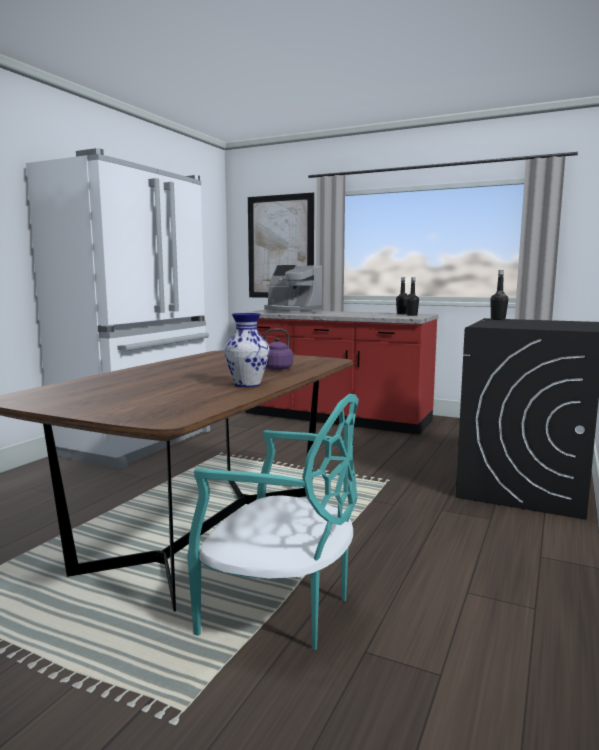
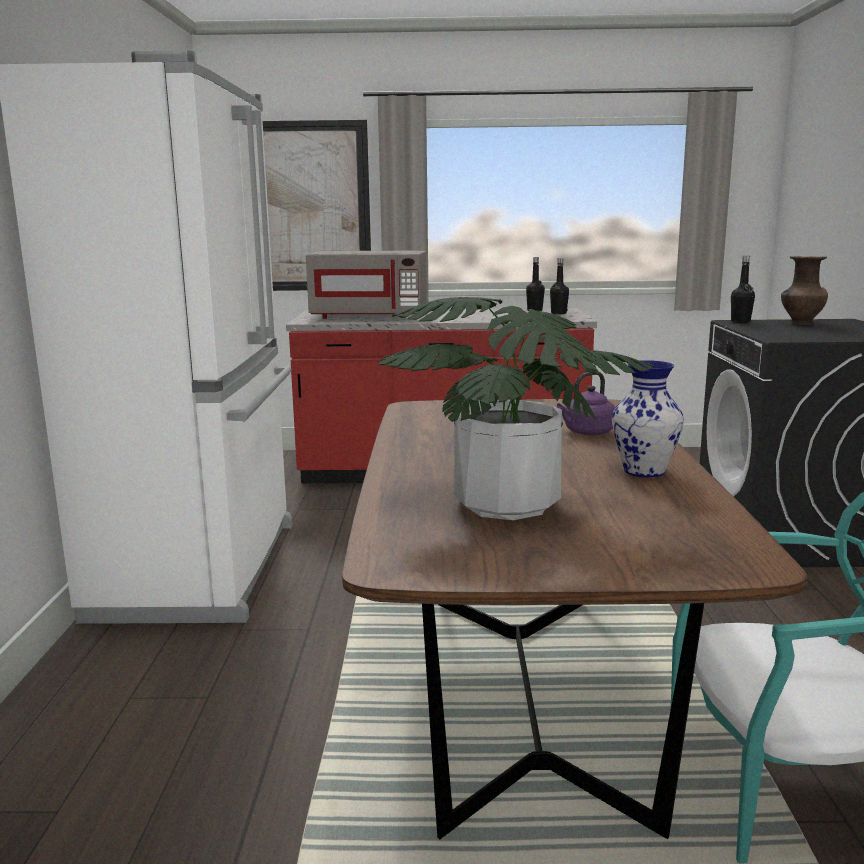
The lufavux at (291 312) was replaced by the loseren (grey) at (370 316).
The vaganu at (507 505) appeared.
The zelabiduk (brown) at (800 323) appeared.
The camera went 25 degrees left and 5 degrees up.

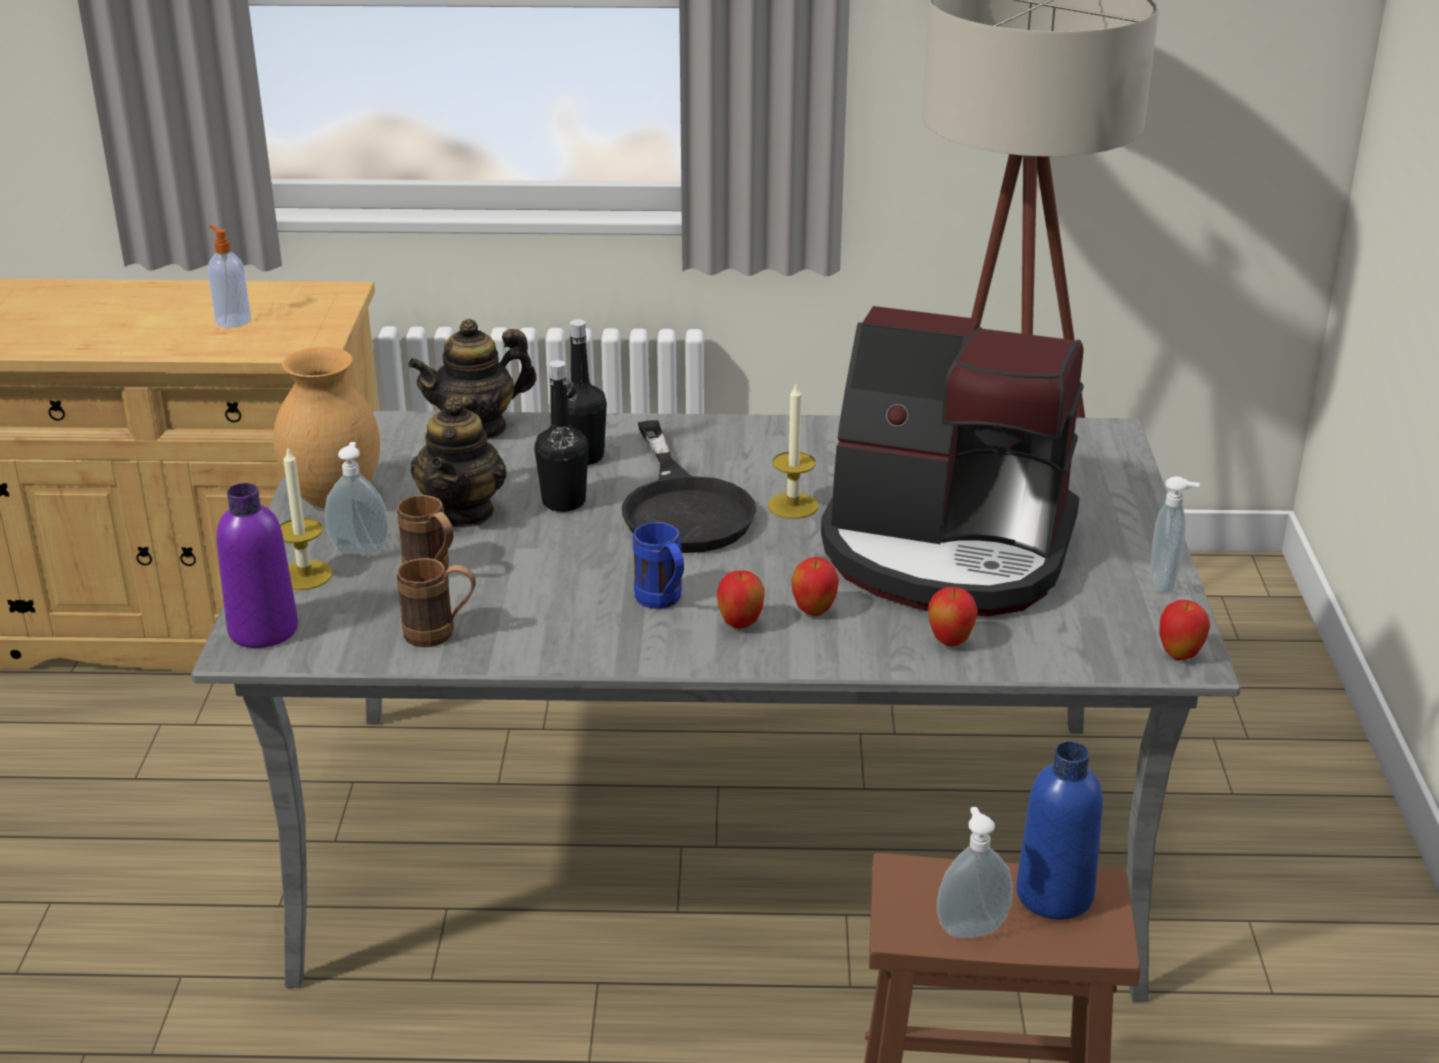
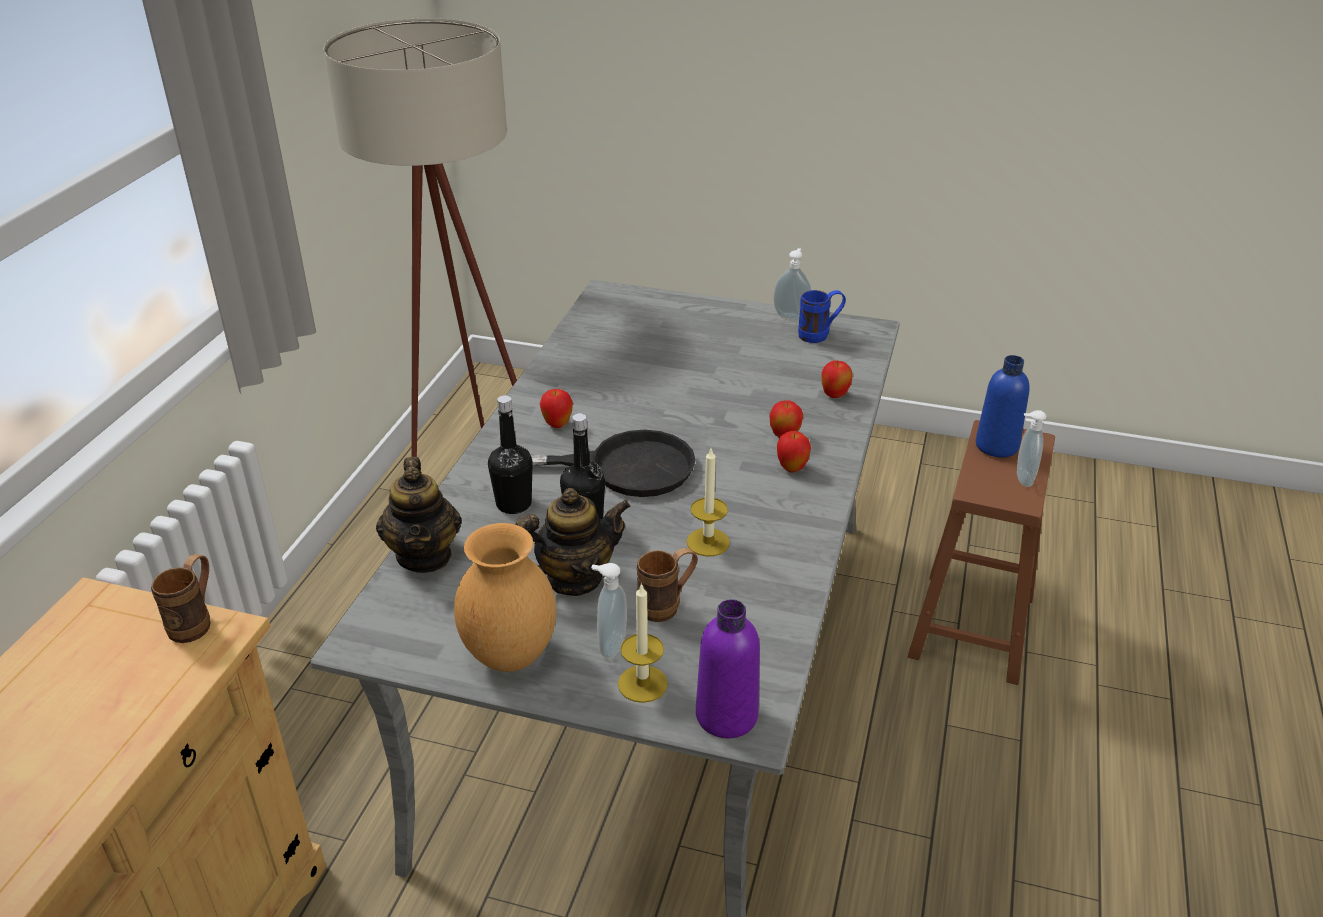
The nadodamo at (232 320) disappeared.
The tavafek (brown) moved from (440 635) to (196 621).
The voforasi at (463 511) turned 45 degrees counterclockwise.
The tavafek (blue) moved from (663 602) to (820 335).
The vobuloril moved from (793 505) to (708 542).
The lufavux at (947 550) disappeared.
The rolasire moved from (1179 655) to (557 424).
The camera went 75 degrees left and 5 degrees up.

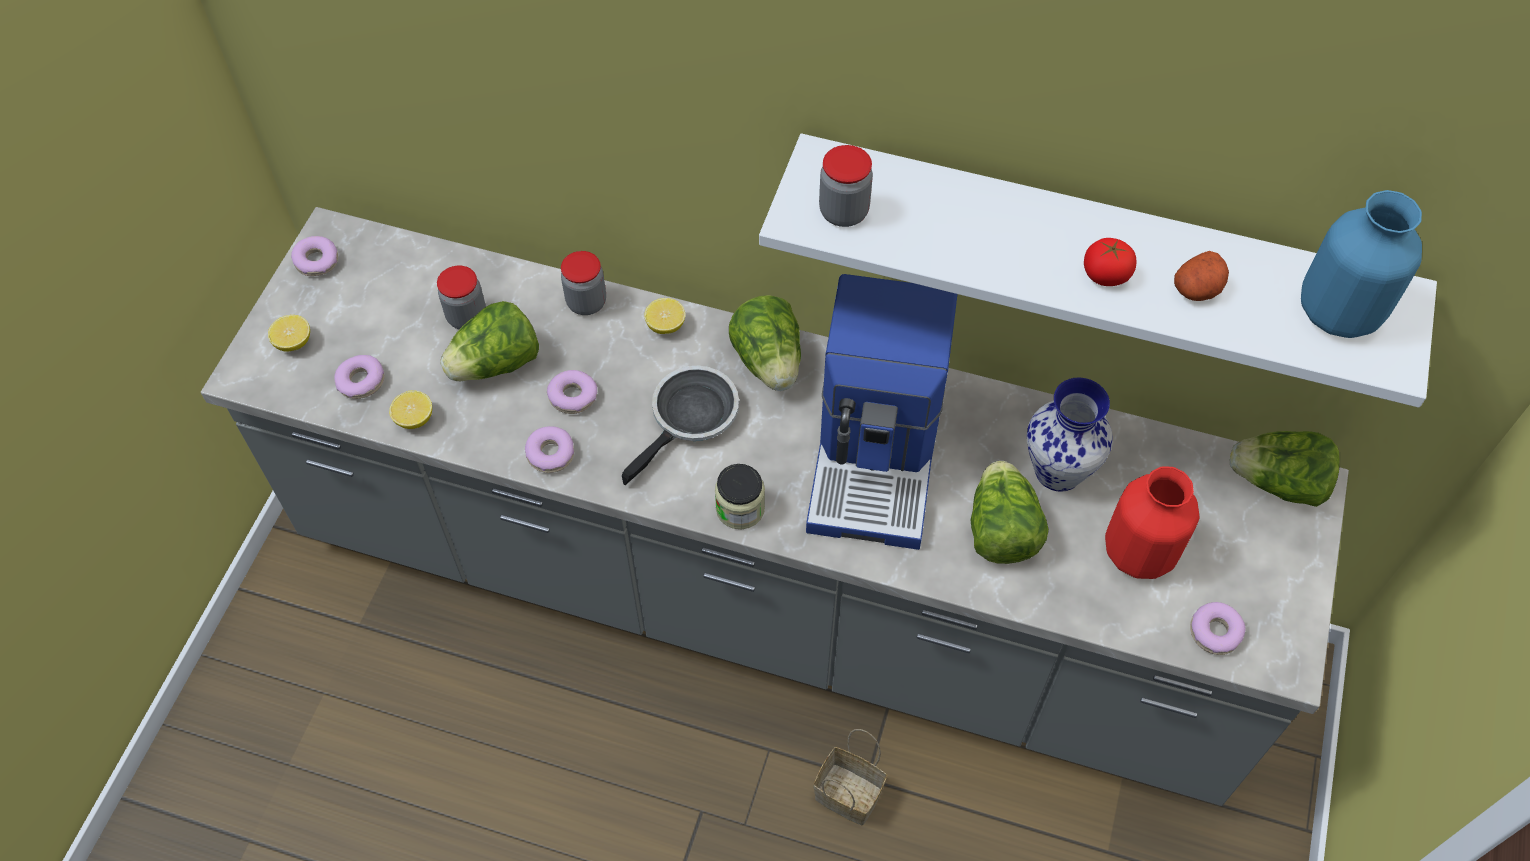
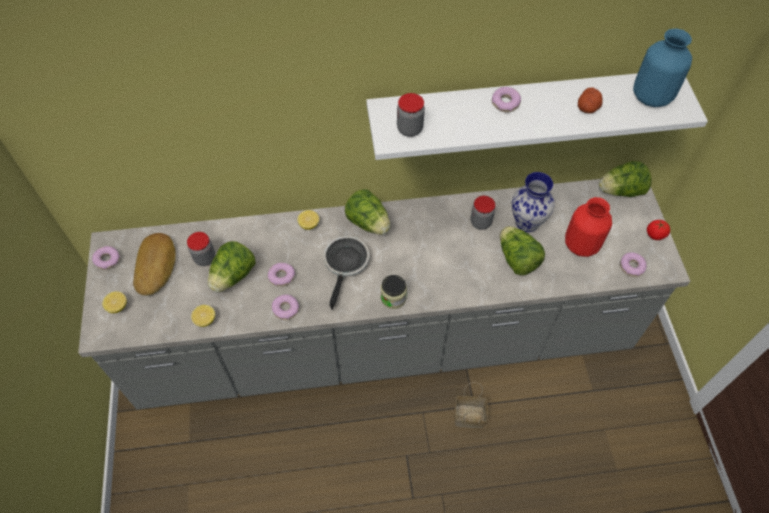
The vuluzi moved from (361 381) to (505 103).
The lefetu moved from (586 302) to (480 222).
The lufavux at (878 456) disappeared.
The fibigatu moved from (1105 275) to (655 235).
The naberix at (156 266) appeared.
The camera went 25 degrees left and 0 degrees up.

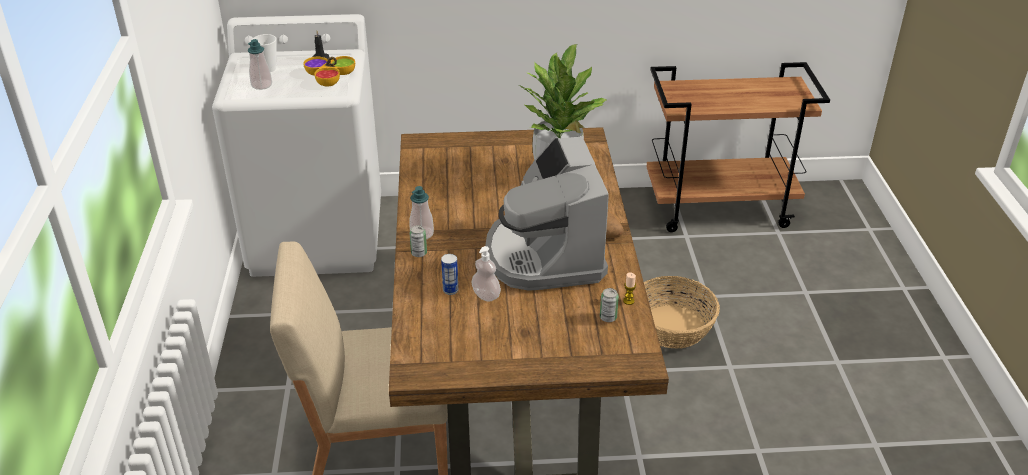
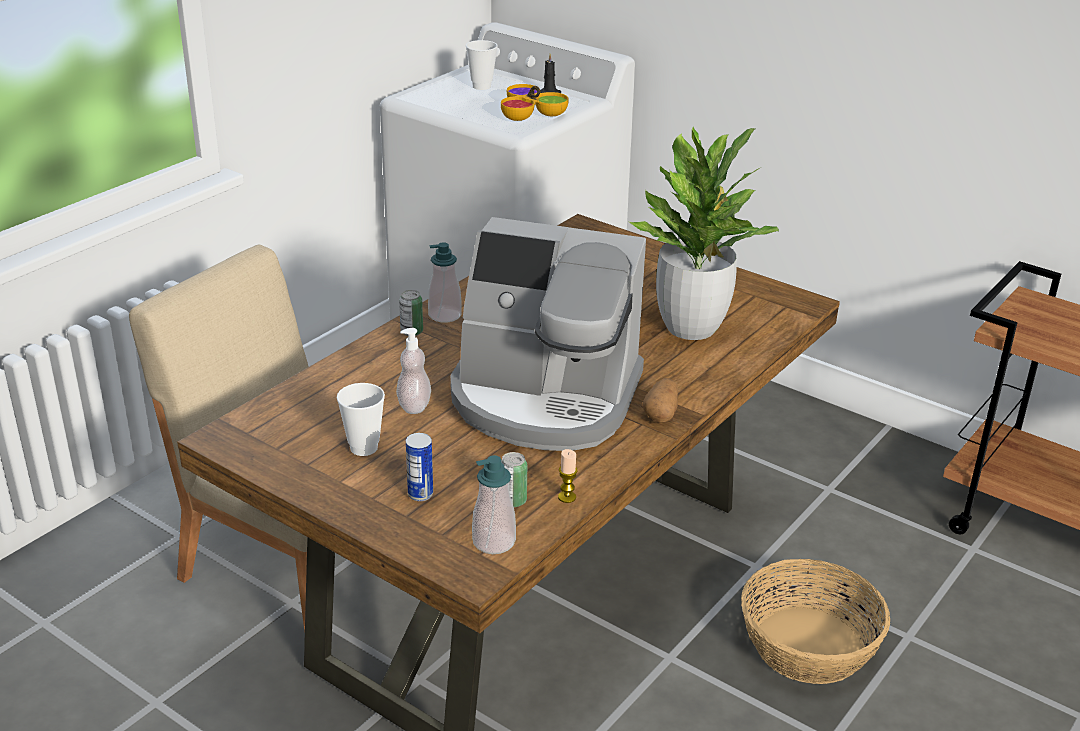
The nadodamo moved from (261 85) to (494 542).
The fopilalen moved from (450 290) to (420 494).
The lufavux at (545 255) turned 105 degrees counterclockwise.
The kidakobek at (364 448) appeared.
The camera went 40 degrees right and 5 degrees down.

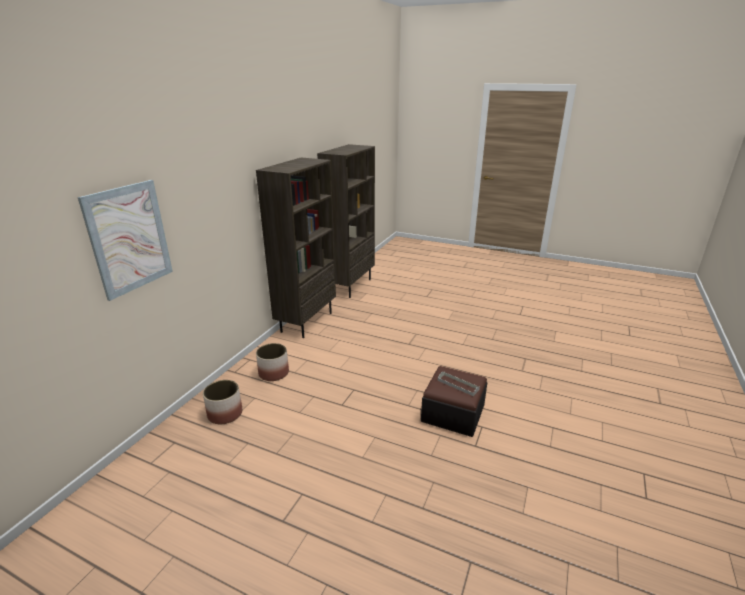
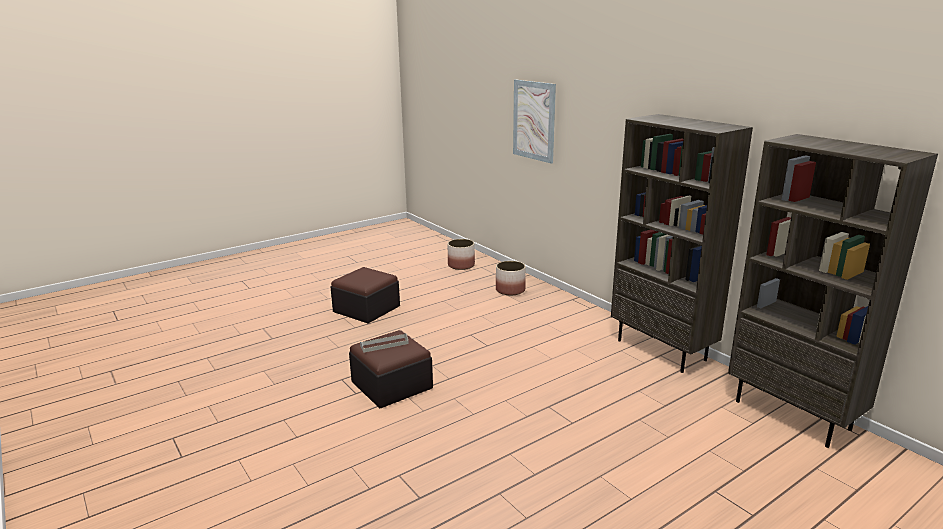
The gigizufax moved from (273 373) to (461 265).
The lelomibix at (366 309) appeared.
The camera went 120 degrees right and 5 degrees down.

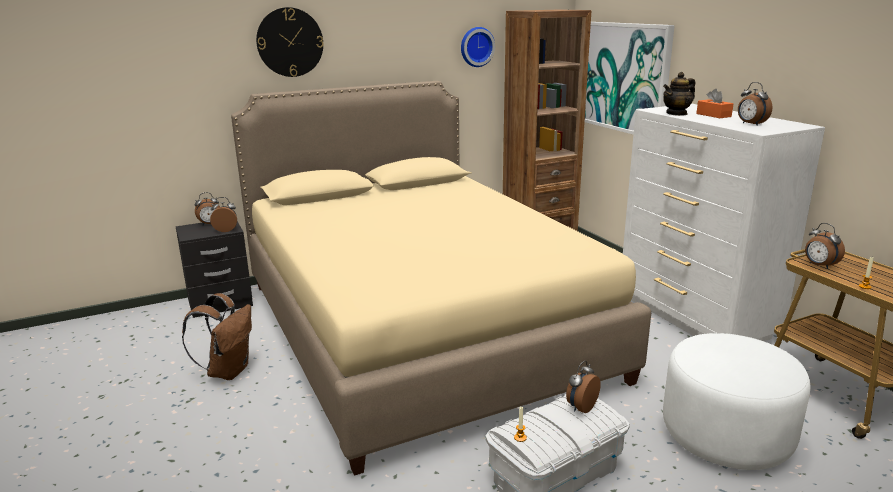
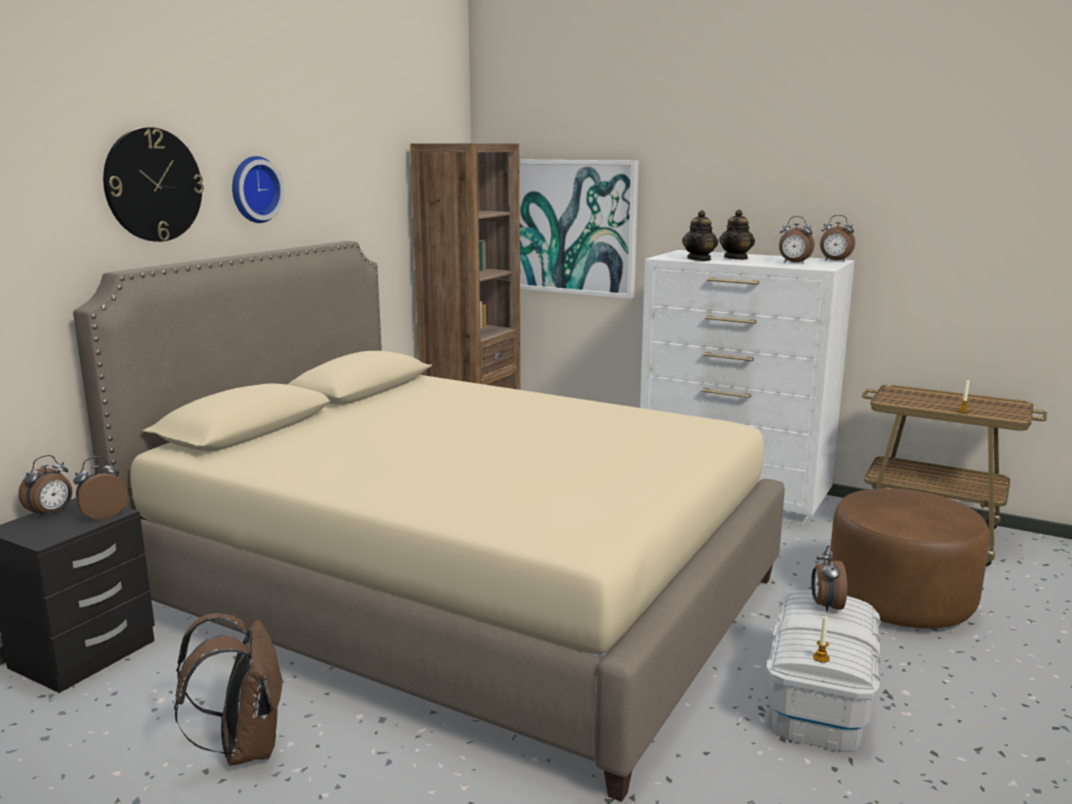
The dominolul moved from (476 47) to (253 189).
The lelomibix (white) at (726 435) became the lelomibix (brown) at (900 600).
The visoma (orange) at (713 115) was replaced by the voforasi at (736 258).
The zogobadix moved from (819 265) to (834 261).
The camera went 35 degrees left and 5 degrees down.

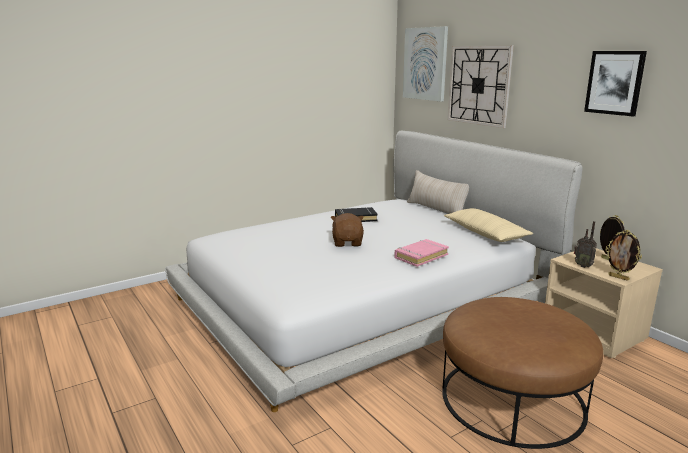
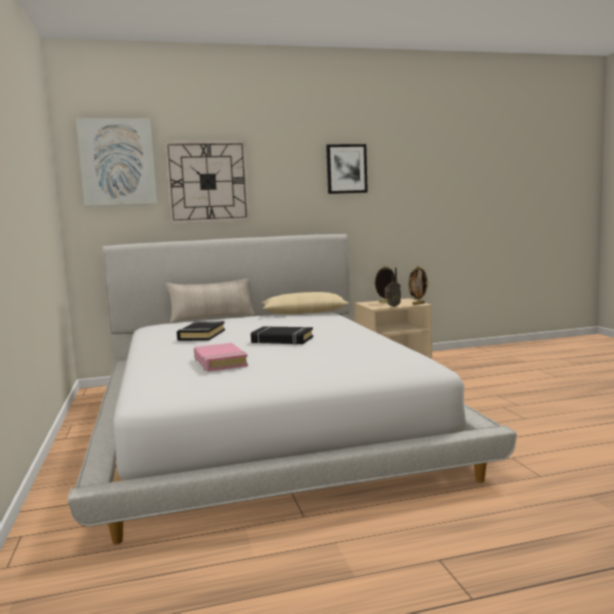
The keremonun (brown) at (348 242) was replaced by the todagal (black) at (282 340).
The todagal (pink) moved from (421 256) to (219 362).
The lelomibix (brown) at (512 399) disappeared.
The camera went 70 degrees left and 10 degrees down.

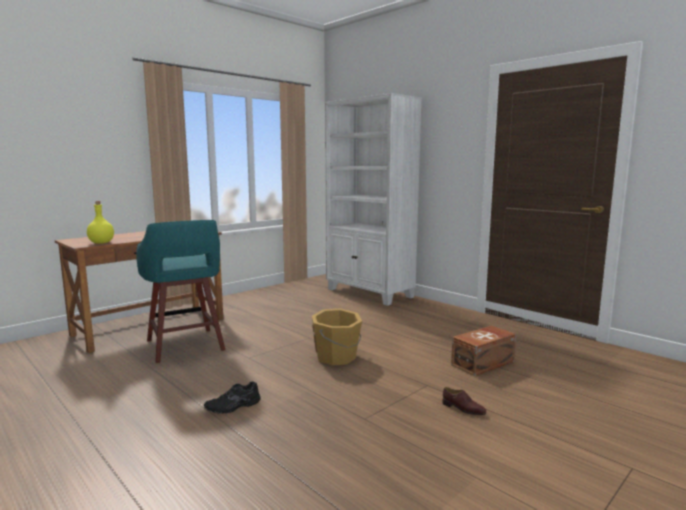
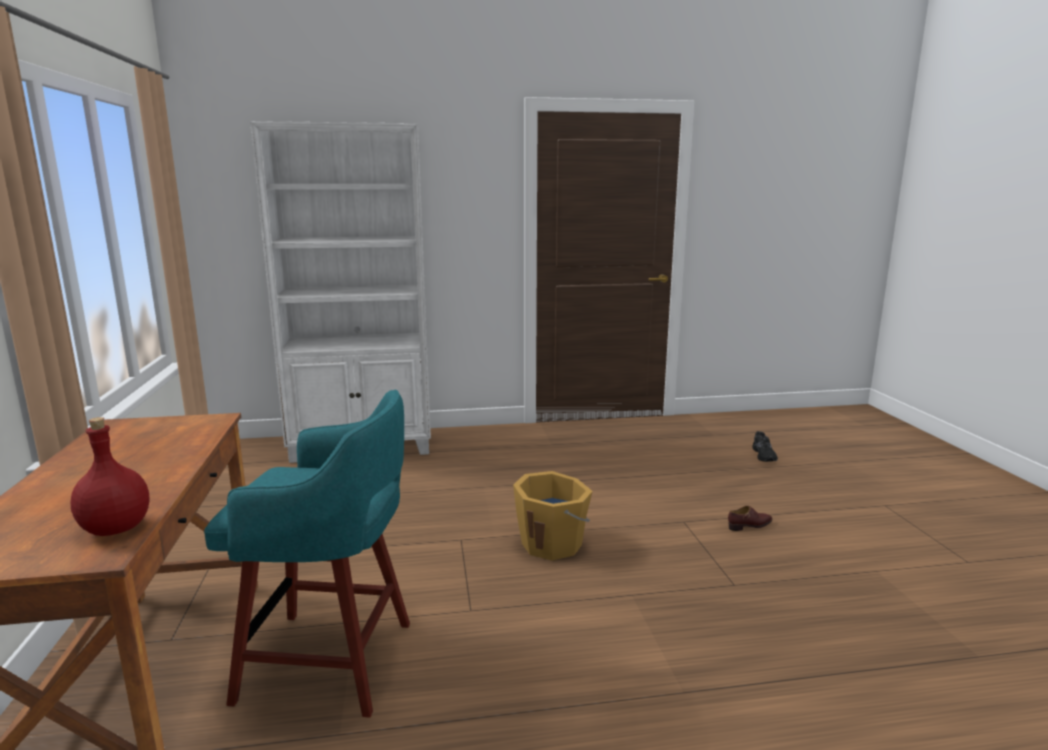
The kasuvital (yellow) at (101 243) became the kasuvital (red) at (117 528).
The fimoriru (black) moved from (233 407) to (765 455).
The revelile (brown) at (484 363) disappeared.
The camera went 55 degrees left and 5 degrees up.

